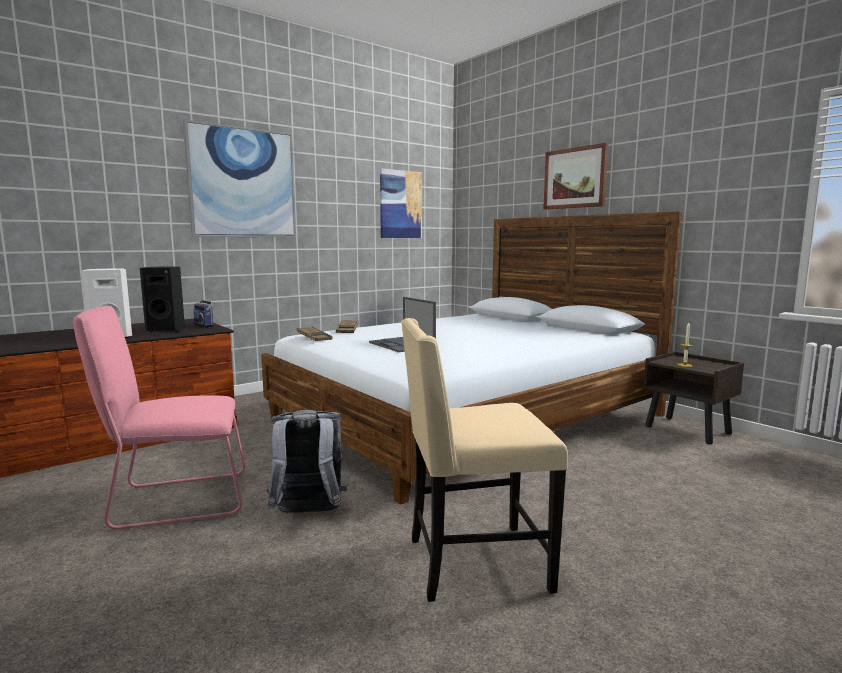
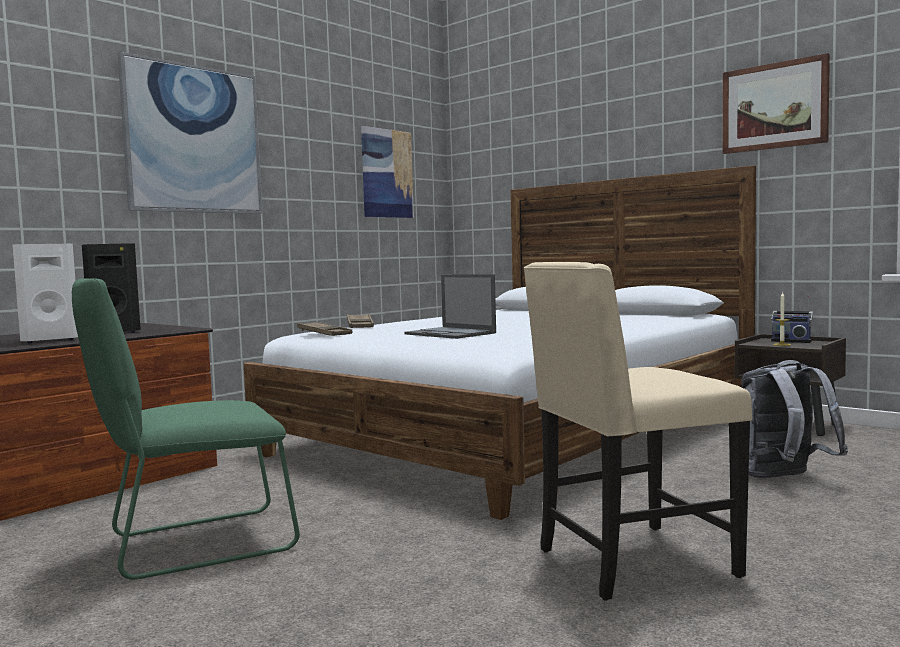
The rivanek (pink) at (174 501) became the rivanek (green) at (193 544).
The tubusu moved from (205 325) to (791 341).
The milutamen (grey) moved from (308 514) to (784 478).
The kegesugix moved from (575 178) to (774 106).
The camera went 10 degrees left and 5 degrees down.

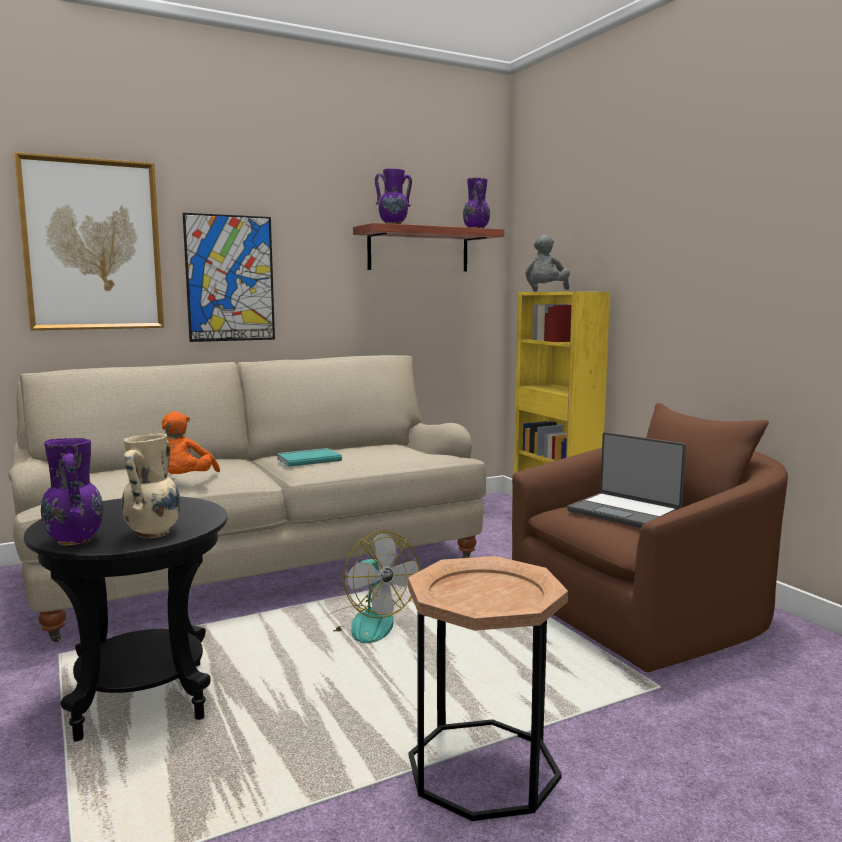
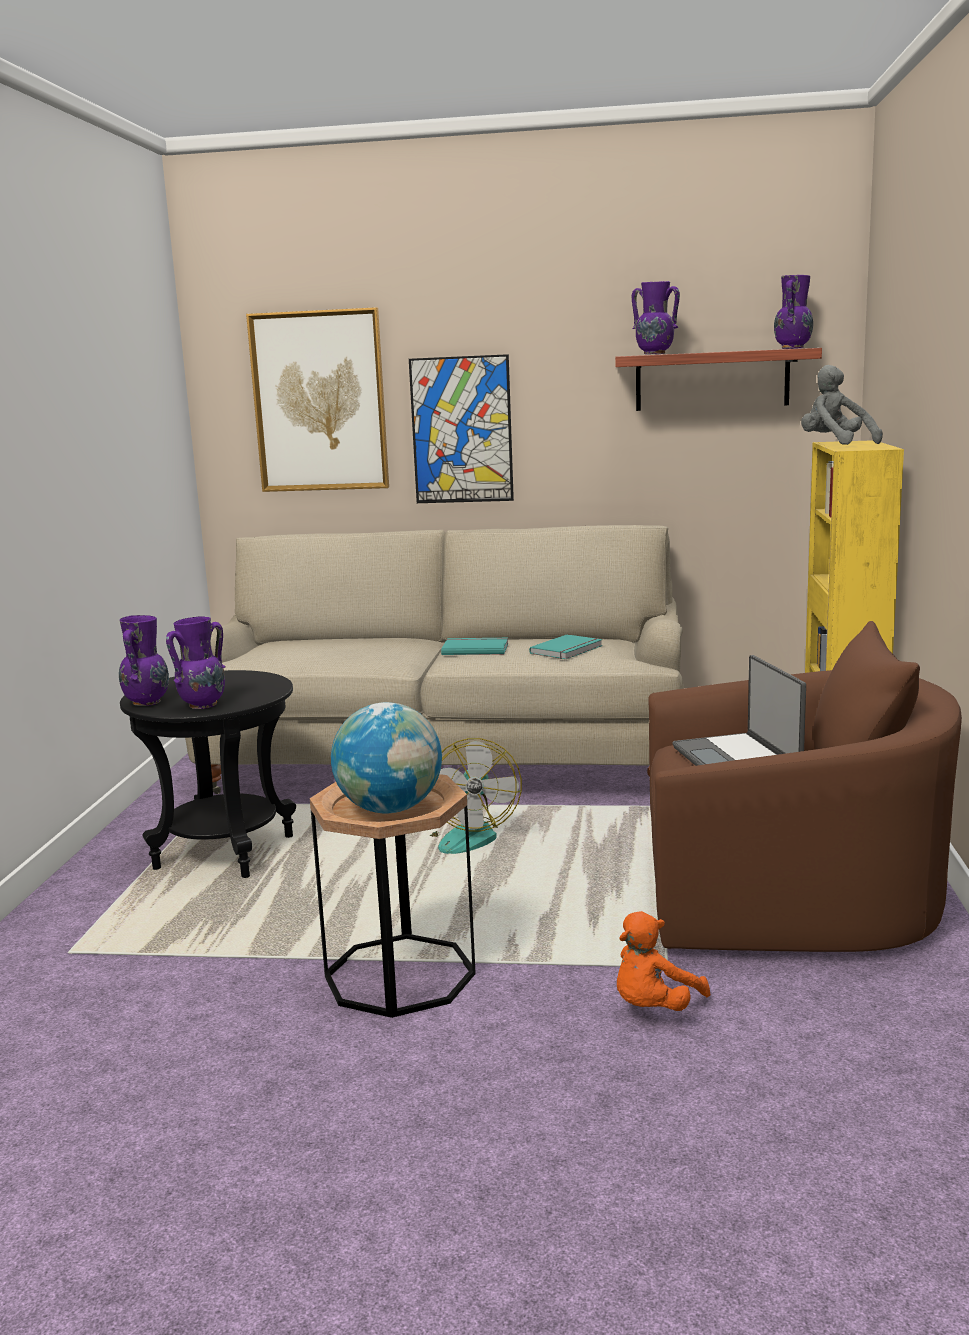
The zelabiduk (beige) at (152 534) became the zelabiduk (purple) at (202 705).
The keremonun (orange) moved from (185 480) to (654 1007).
The keremonun (grey) at (546 291) turned 90 degrees clockwise.
The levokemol at (390 809) appeared.
The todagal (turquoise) at (568 650) appeared.
The camera went 35 degrees right and 5 degrees up.

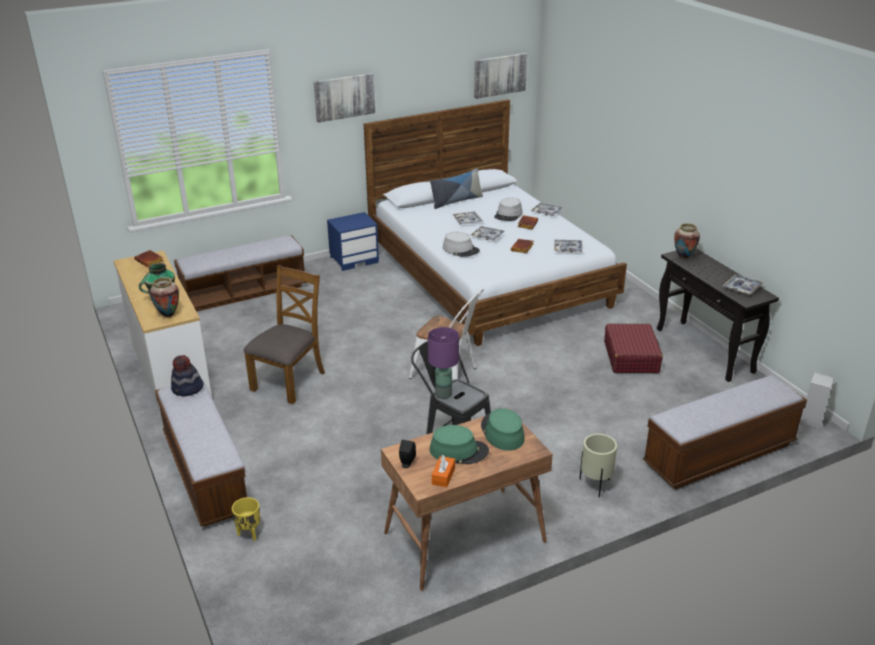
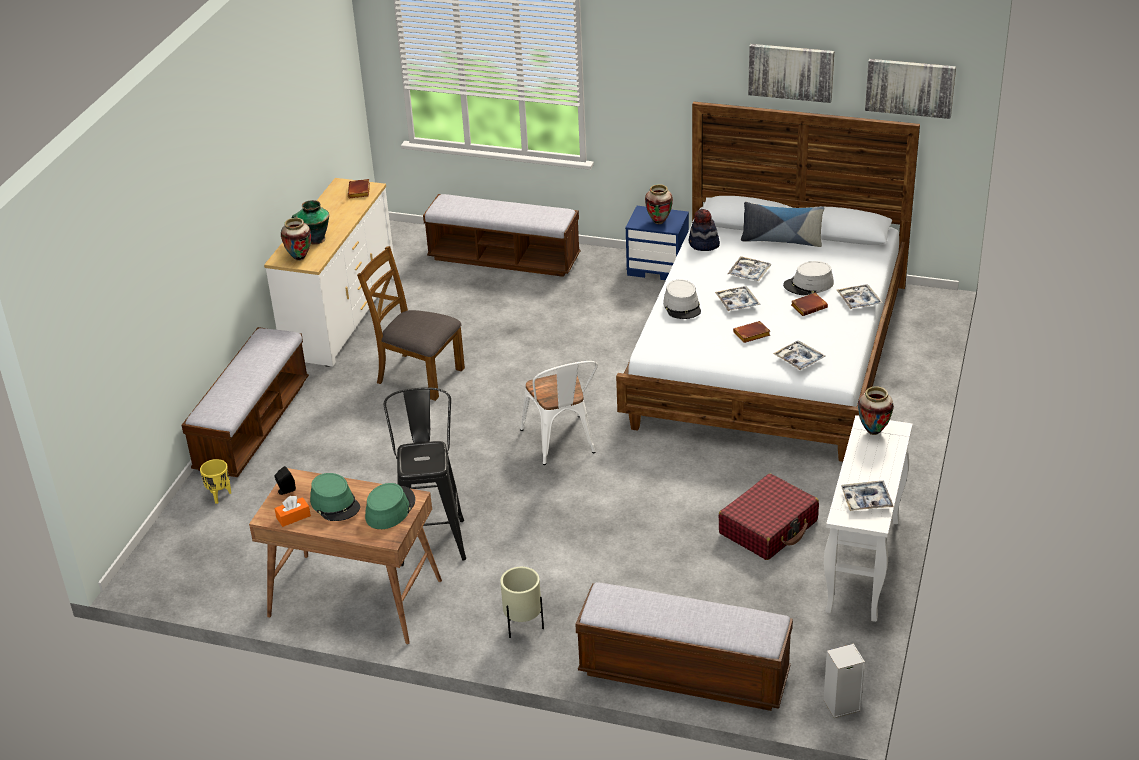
The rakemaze moved from (187 389) to (703 244).
The rivanek (brown) at (289 381) turned 135 degrees counterclockwise.
The kegesugix moved from (344 97) to (791 72).
The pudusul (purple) at (443 394) disappeared.
The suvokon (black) at (705 351) became the suvokon (white) at (863 567).
The zelabiduk at (659 222) appeared.
The camera went 45 degrees right and 5 degrees up.

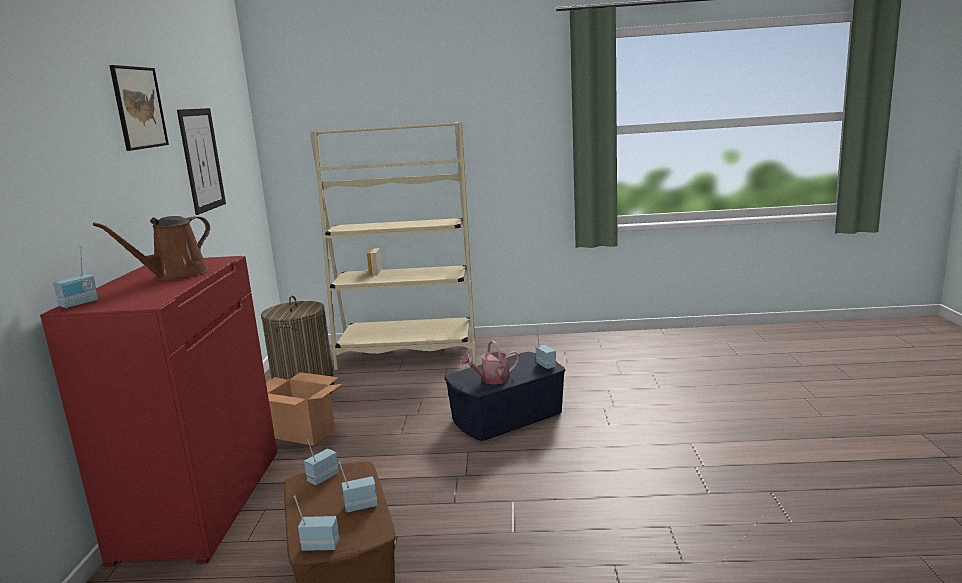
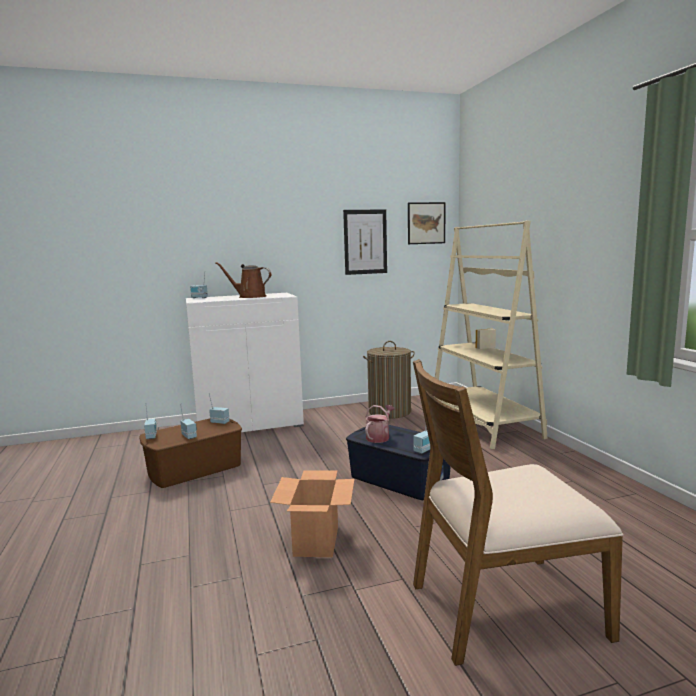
The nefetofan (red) at (200 504) became the nefetofan (white) at (249 424).
The kegesugix moved from (139 108) to (426 223).
The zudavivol moved from (303 433) to (316 541).
The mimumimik at (491 380) turned 75 degrees clockwise.
The rivanek (brown) at (503 608) appeared.
The camera went 70 degrees right and 5 degrees down.

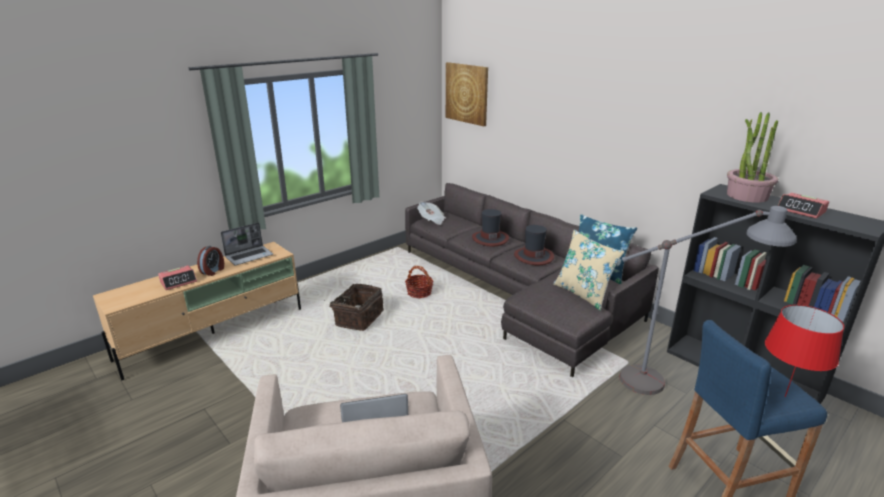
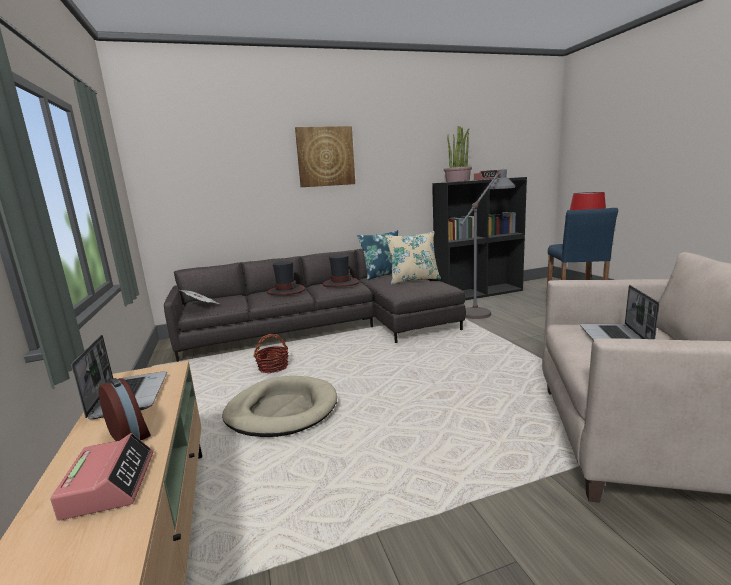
The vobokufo at (358 318) was replaced by the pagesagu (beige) at (282 410).
The kegesugix moved from (467 93) to (325 156).
The camera went 65 degrees left and 10 degrees down.

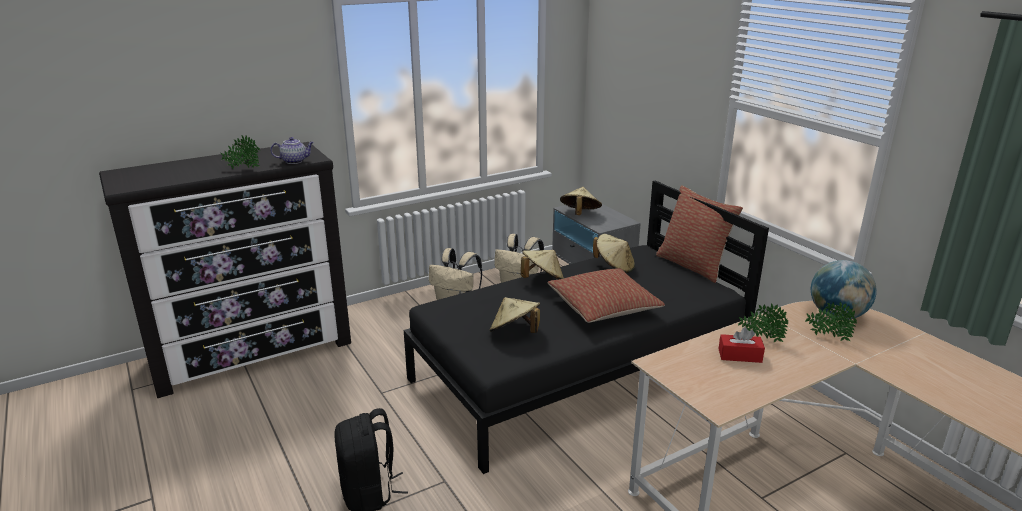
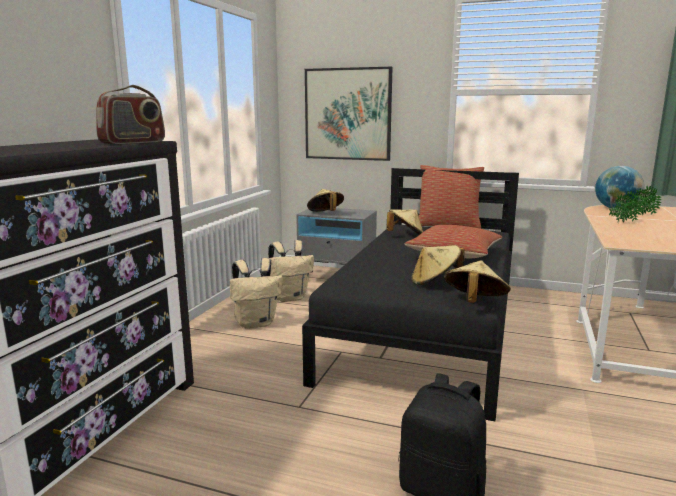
The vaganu at (243 168) disappeared.
The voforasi at (295 161) was replaced by the tubusu at (133 142).
The rakemaze (beige) moved from (542 279) to (474 302).
The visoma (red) at (740 355) disappeared.
The kegesugix at (348 114) appeared.
The camera went 40 degrees left and 10 degrees down.

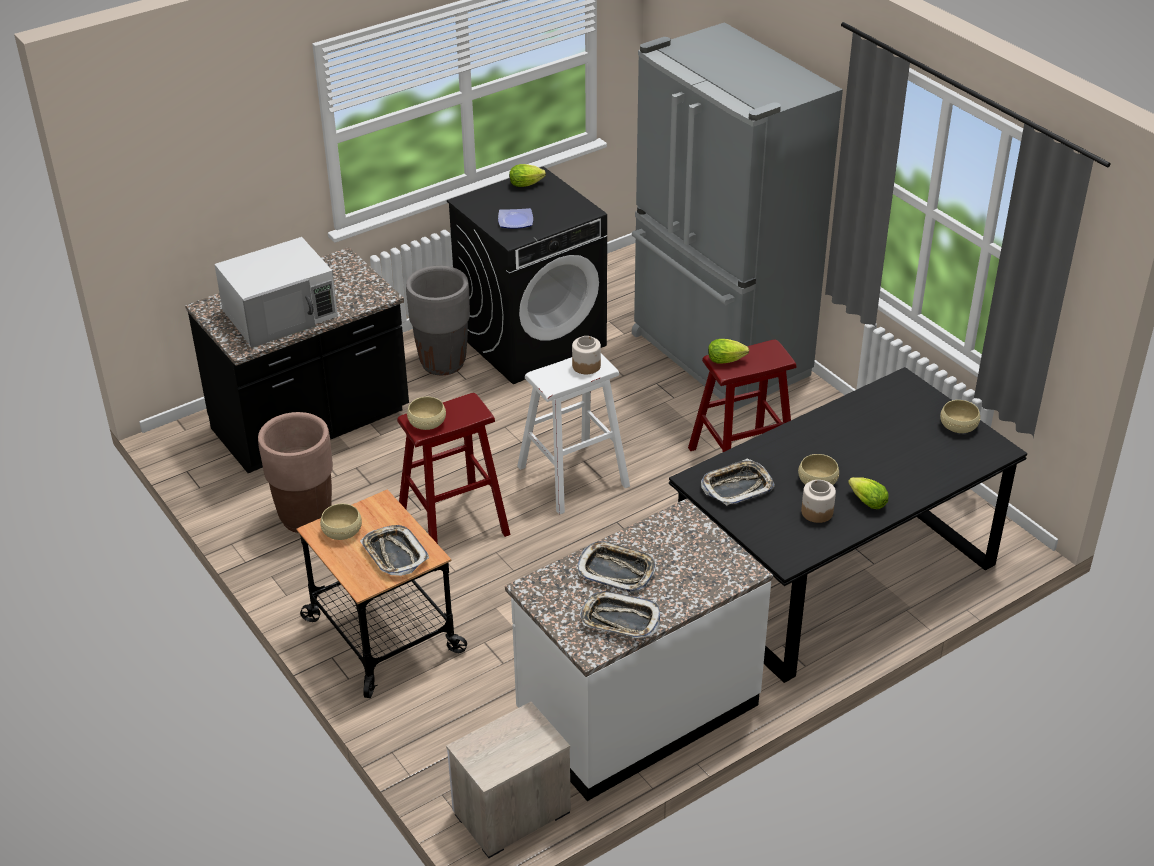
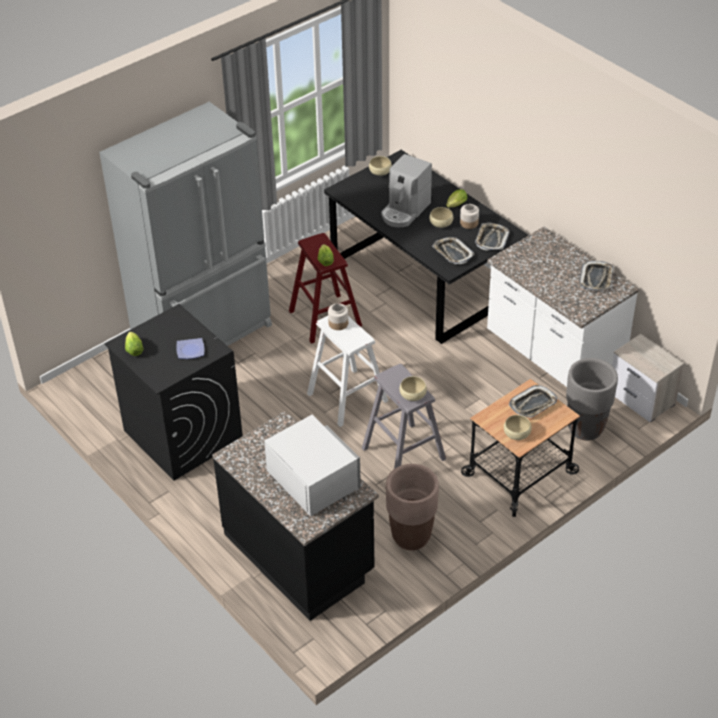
The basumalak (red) at (454 522) became the basumalak (grey) at (403 453).
The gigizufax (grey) moved from (442 363) to (585 429).
The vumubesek moved from (616 570) to (491 239).
The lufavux at (405 211) appeared.
The camera went 95 degrees left and 5 degrees up.

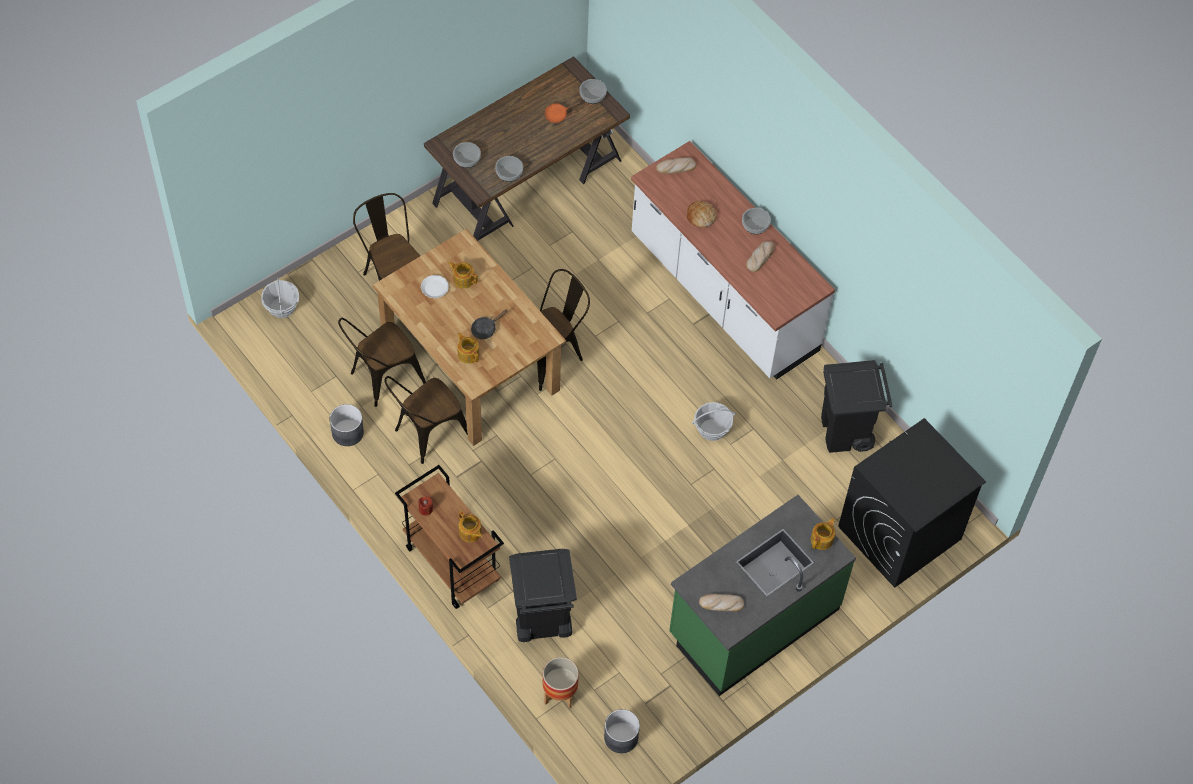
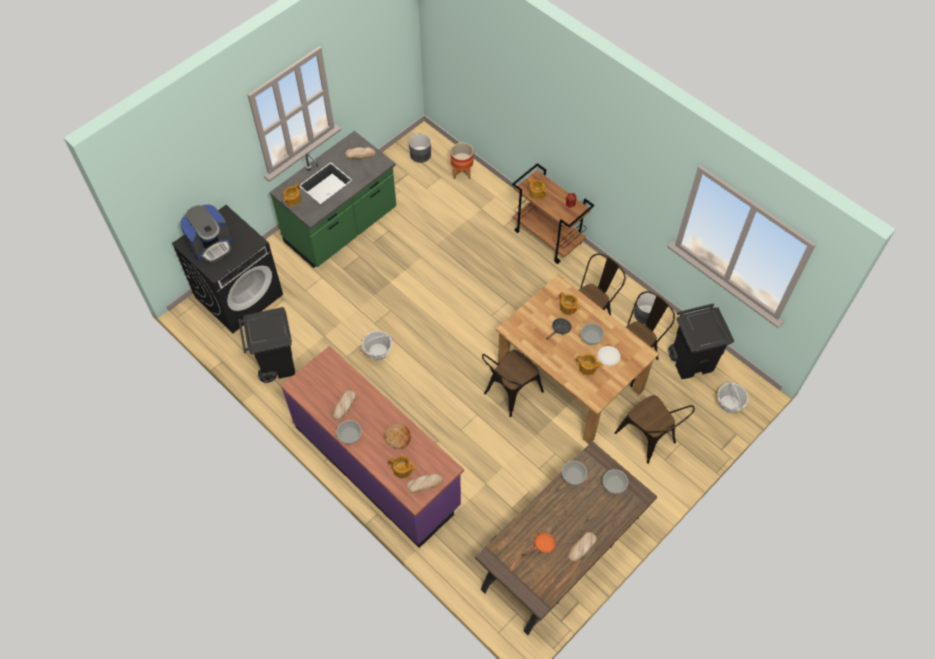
The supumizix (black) moved from (541 620) to (692 360).
The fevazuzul moved from (592 96) to (591 337).
The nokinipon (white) at (722 294) became the nokinipon (purple) at (377 465).
The lufavux at (211 245) appeared.
The voforasi at (403 470) appeared.
The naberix at (581 547) appeared.
The camera went 175 degrees right and 0 degrees up.

